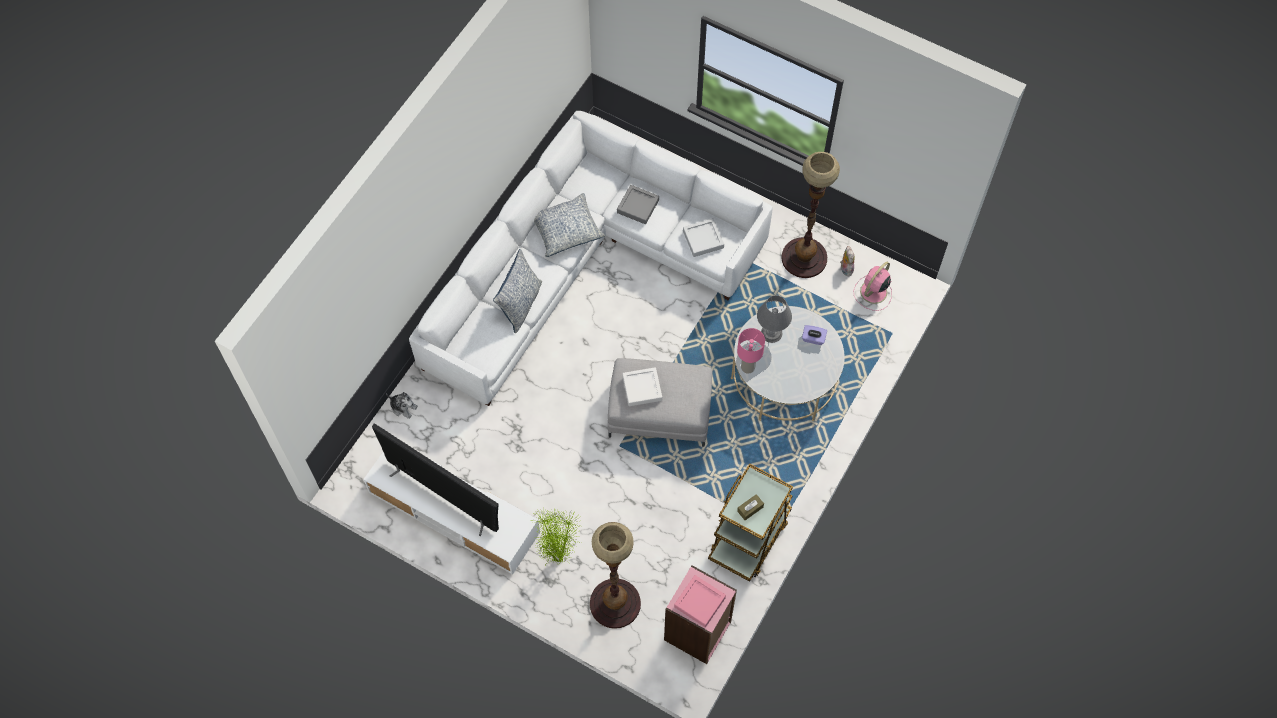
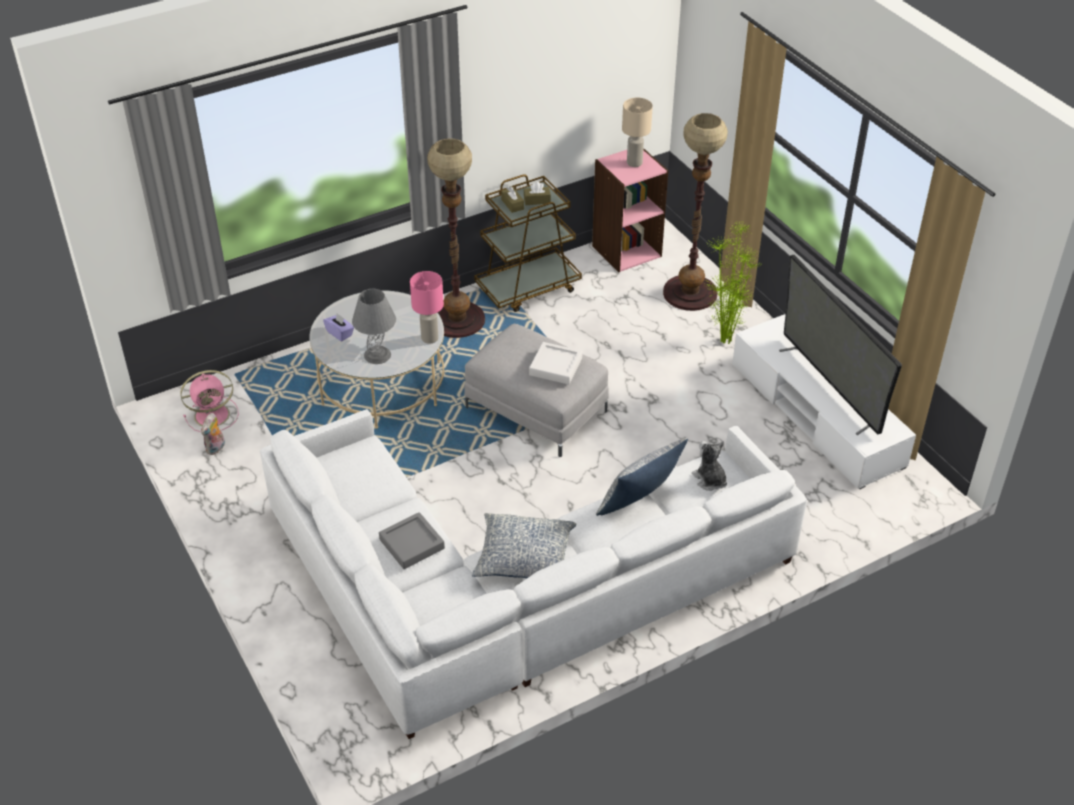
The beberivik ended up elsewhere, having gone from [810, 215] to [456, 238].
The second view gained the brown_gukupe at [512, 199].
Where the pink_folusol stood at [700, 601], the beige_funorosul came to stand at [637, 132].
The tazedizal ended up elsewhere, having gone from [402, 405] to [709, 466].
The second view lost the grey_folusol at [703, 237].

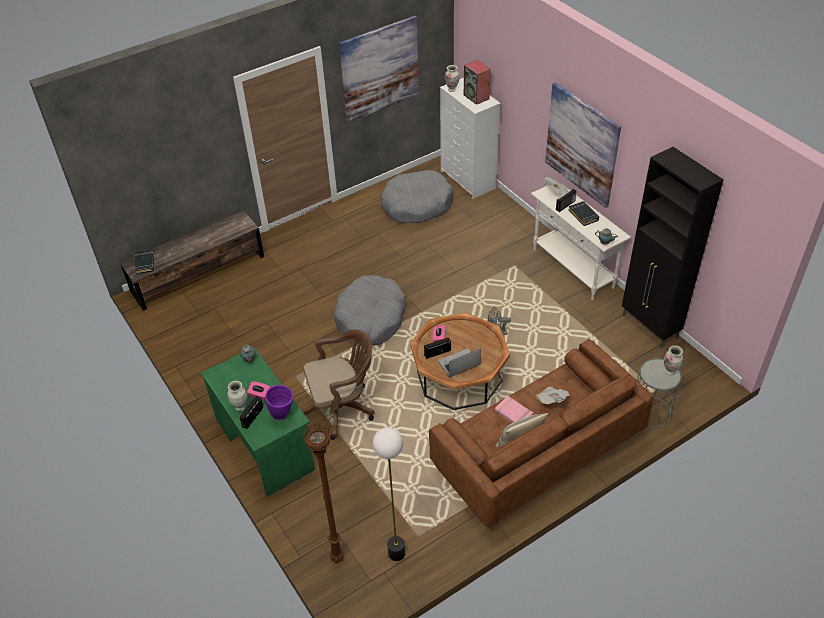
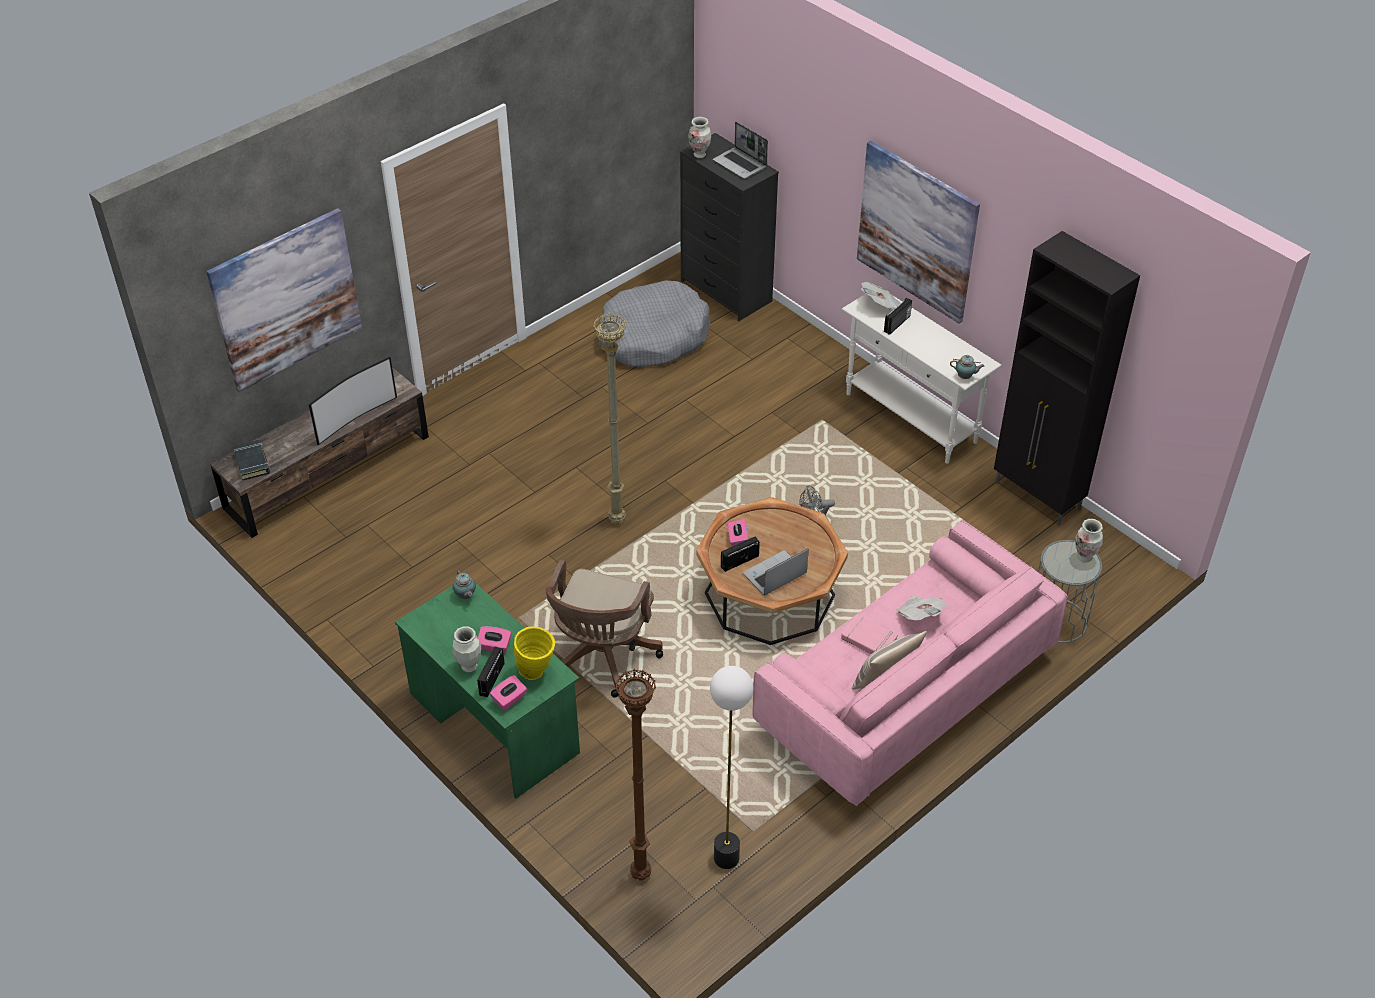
The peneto ended up elsewhere, having gone from [379, 69] to [284, 300].
The second view gained the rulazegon at [353, 401].
The second view gained the pink_gukupe at [508, 693].
What was the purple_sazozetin at [279, 402] turned into the yellow_sazozetin at [534, 653].
The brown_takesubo at [338, 384] ended up facing another way, 135 degrees clockwise from before.
Where the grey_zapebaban stood at [370, 310], the beige_beberivik came to stand at [609, 419].
What was the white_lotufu at [470, 138] turned into the black_lotufu at [729, 227].
Where the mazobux stood at [477, 82], the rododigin came to stand at [740, 150].
What was the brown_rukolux at [541, 433] turned into the pink_rukolux at [910, 663].
The second view lost the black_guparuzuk at [583, 213].

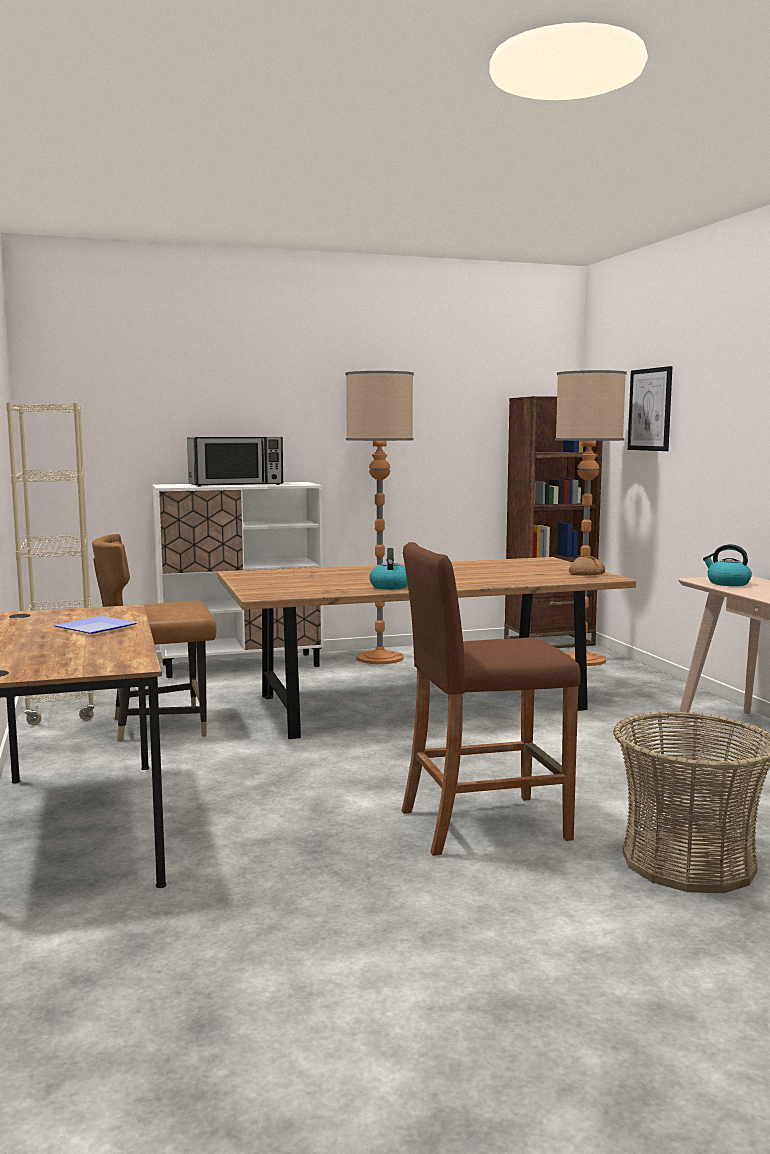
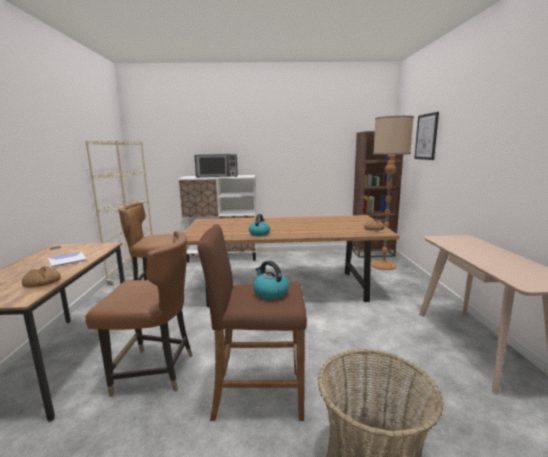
The second view gained the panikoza at [41, 276].
The second view gained the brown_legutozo at [139, 314].
The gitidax ended up elsewhere, having gone from [727, 565] to [271, 280].
The second view lost the beberivik at [379, 517].

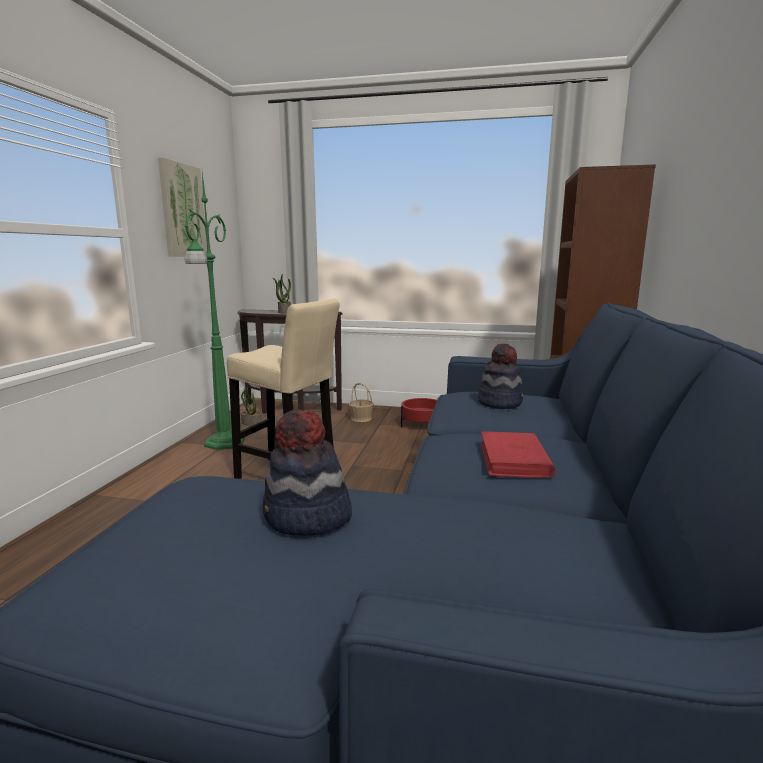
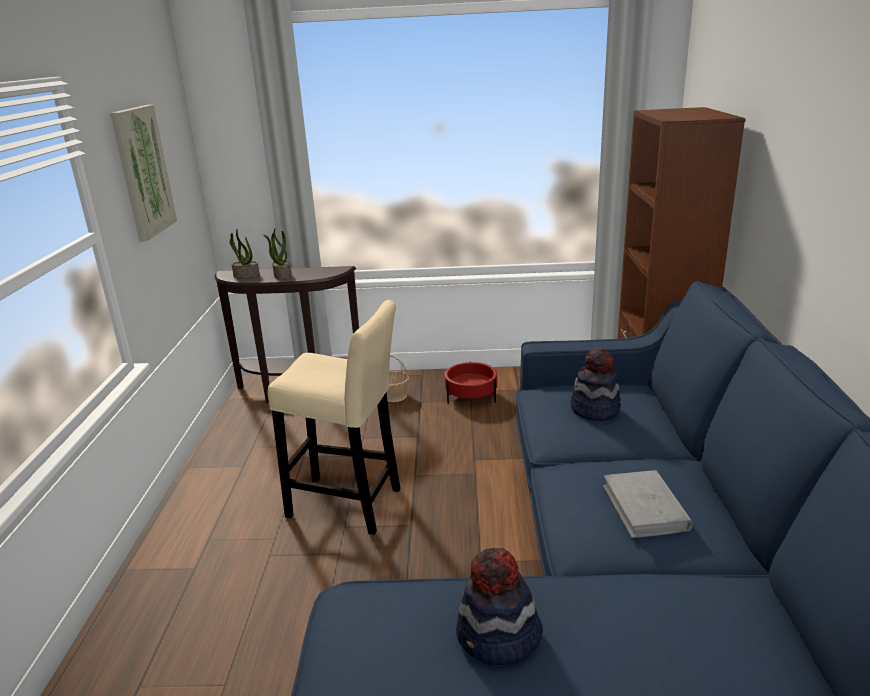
The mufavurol ended up elsewhere, having gone from [251, 406] to [245, 254].
What was the red_guparuzuk at [518, 455] turned into the grey_guparuzuk at [648, 504].
The second view lost the green_beberivik at [215, 311].

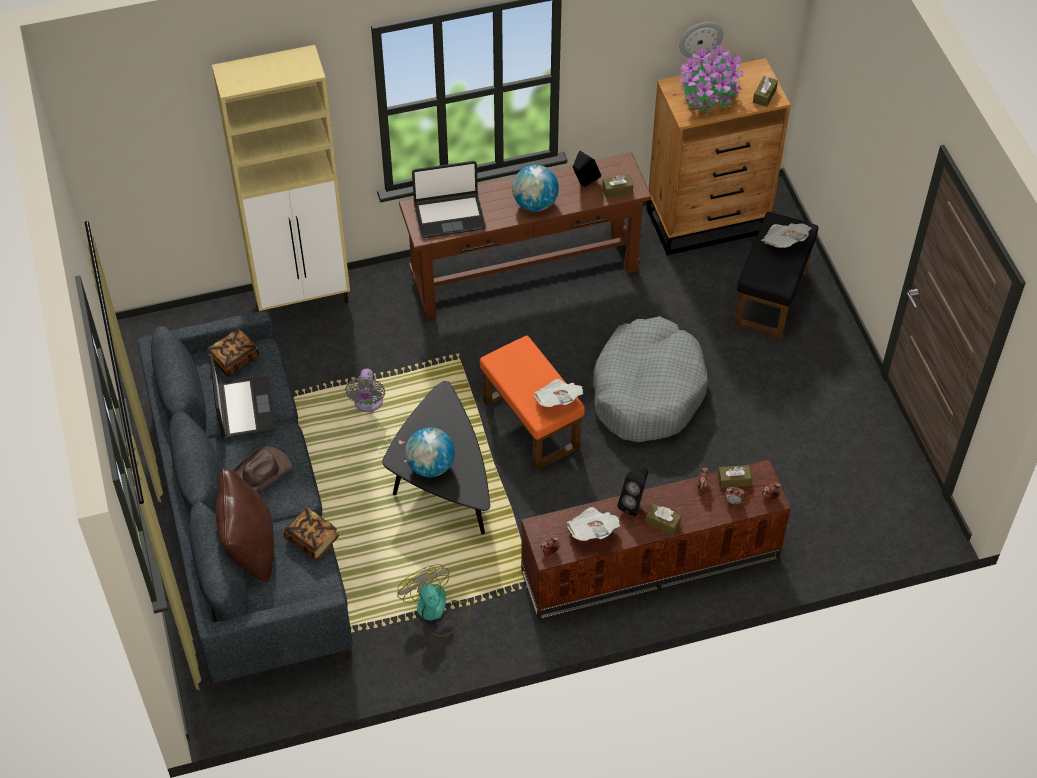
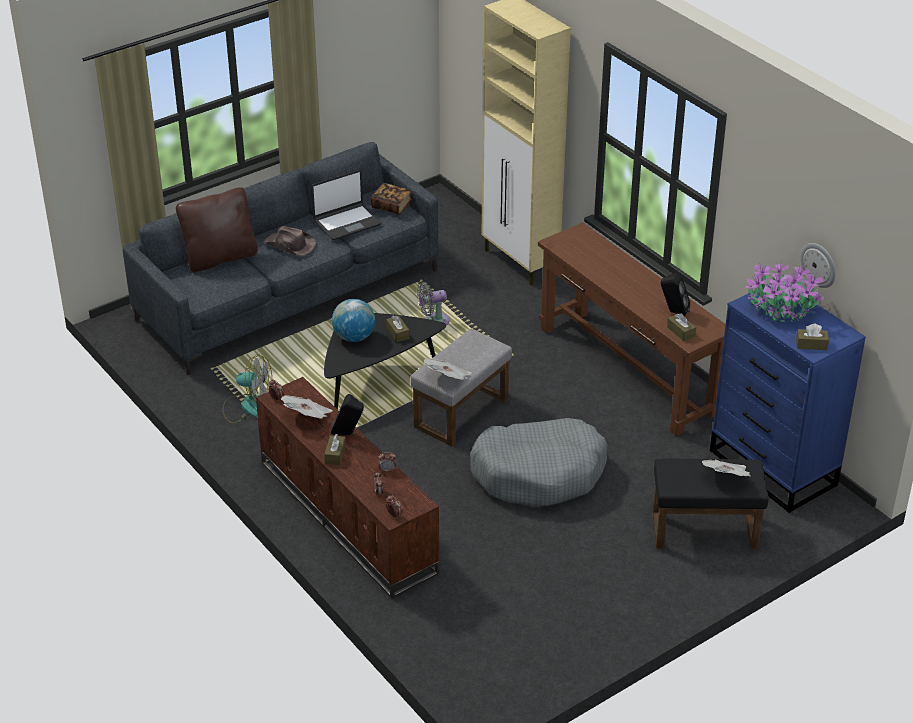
The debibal at [434, 600] ended up facing another way, 60 degrees clockwise from before.
The brown_gukupe ended up elsewhere, having gone from [735, 476] to [397, 329].
What was the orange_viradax at [532, 403] turned into the grey_viradax at [461, 388].
What was the brown_lotufu at [718, 156] turned into the blue_lotufu at [788, 398].
The second view lost the guparuzuk at [311, 533].
The second view lost the rododigin at [449, 199].
The second view lost the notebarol at [535, 188].

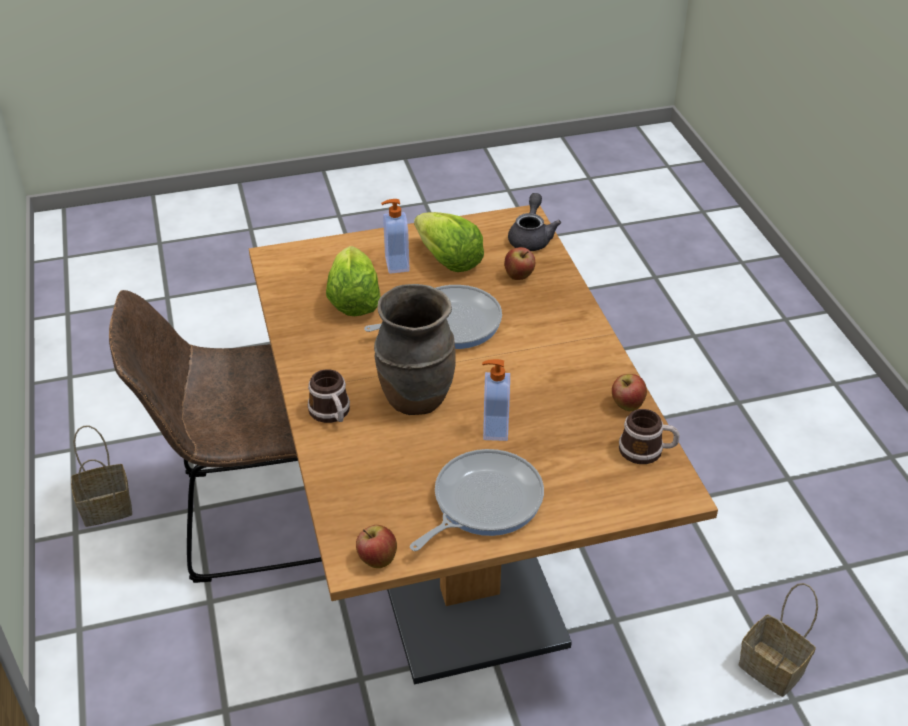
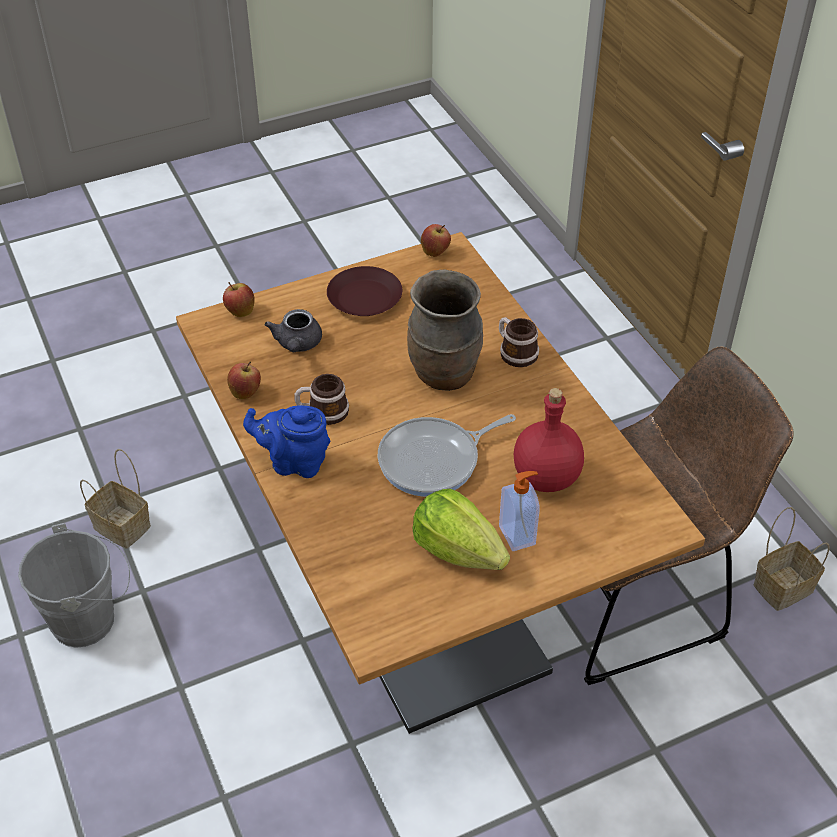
The second view gained the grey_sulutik at [74, 585].
The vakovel ended up elsewhere, having gone from [519, 263] to [239, 299].
The second view gained the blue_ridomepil at [287, 441].
The grey_ridomepil ended up elsewhere, having gone from [534, 222] to [293, 330].
The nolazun ended up elsewhere, having gone from [649, 436] to [322, 399].
Where the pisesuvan stood at [477, 500], the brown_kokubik came to stand at [364, 291].
Where the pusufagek stood at [353, 281], the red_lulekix came to stand at [549, 440].
The second view lost the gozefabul at [496, 400].

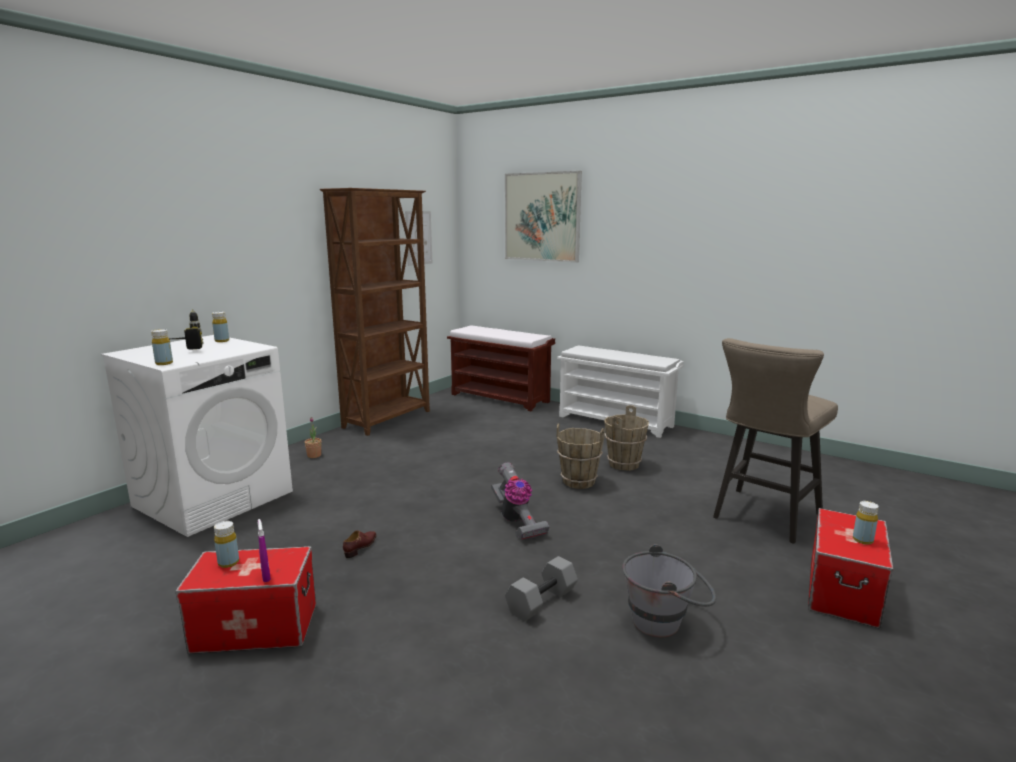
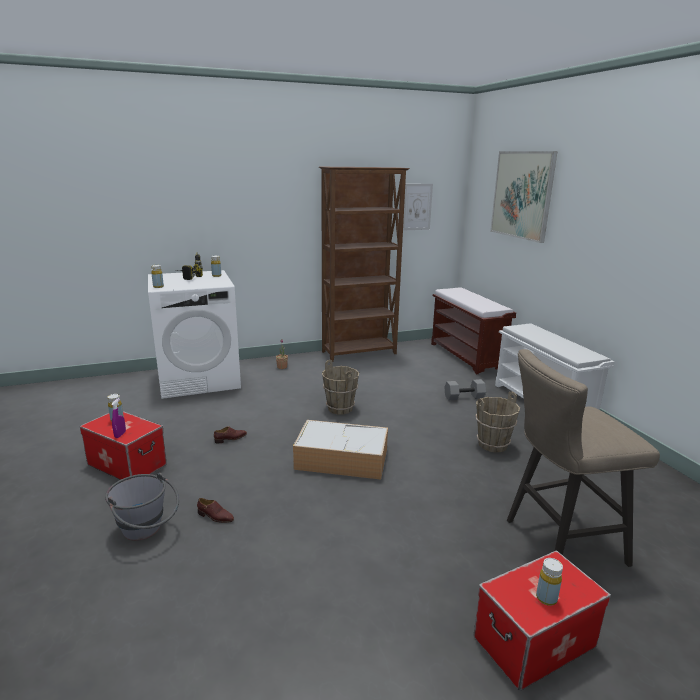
The grey_sulutik ended up elsewhere, having gone from [669, 590] to [142, 507].
The second view gained the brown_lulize at [215, 510].
Where the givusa stood at [520, 501], the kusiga came to stand at [340, 450].
The brown_sulutik ended up elsewhere, having gone from [581, 456] to [340, 387].
The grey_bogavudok ended up elsewhere, having gone from [541, 589] to [465, 389].

